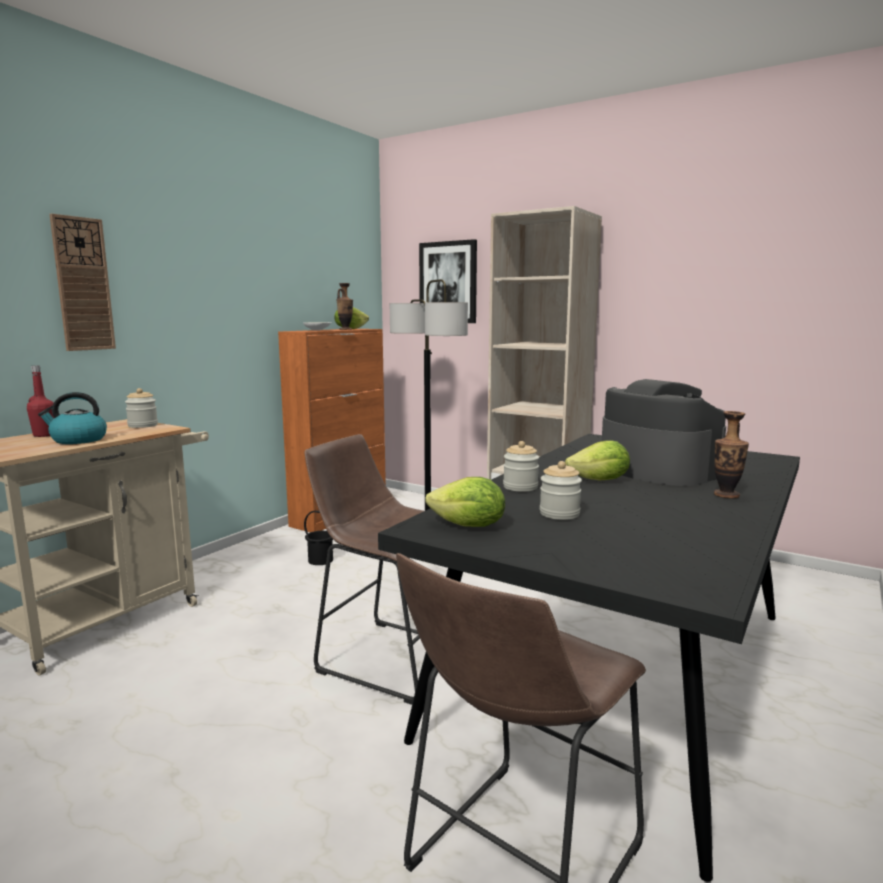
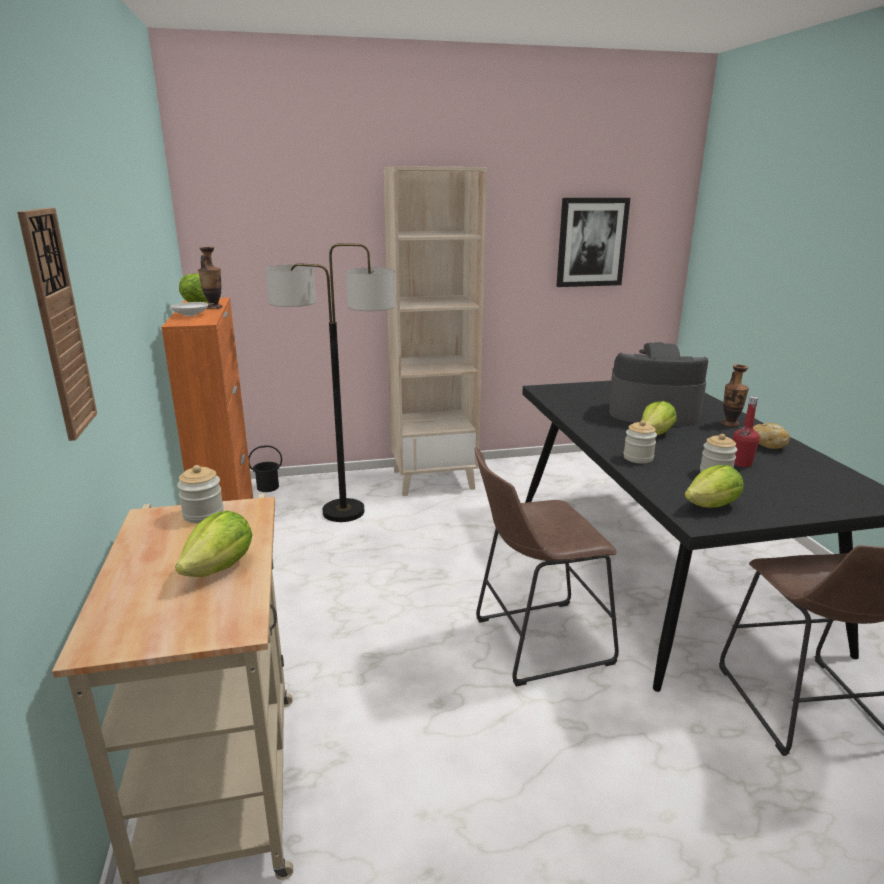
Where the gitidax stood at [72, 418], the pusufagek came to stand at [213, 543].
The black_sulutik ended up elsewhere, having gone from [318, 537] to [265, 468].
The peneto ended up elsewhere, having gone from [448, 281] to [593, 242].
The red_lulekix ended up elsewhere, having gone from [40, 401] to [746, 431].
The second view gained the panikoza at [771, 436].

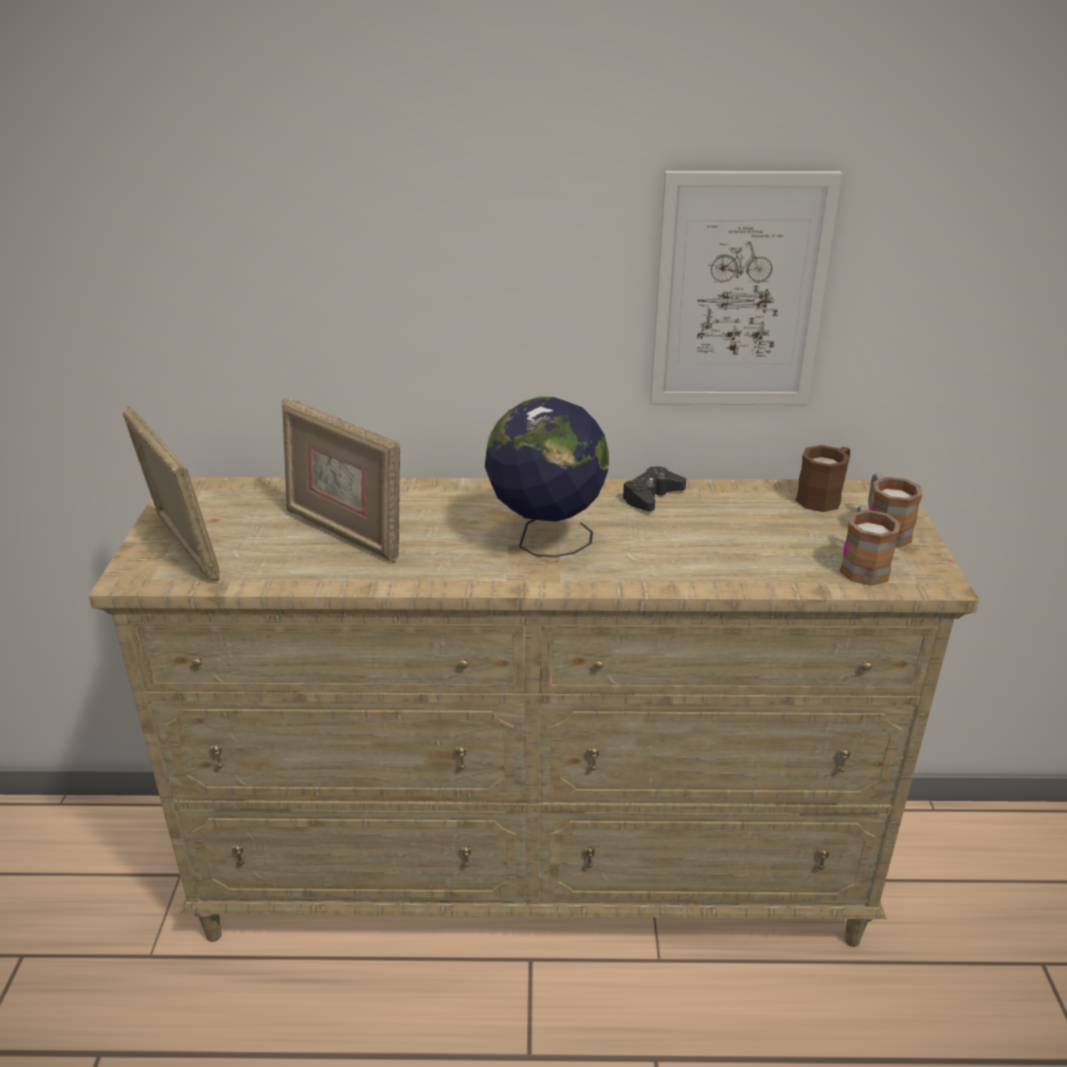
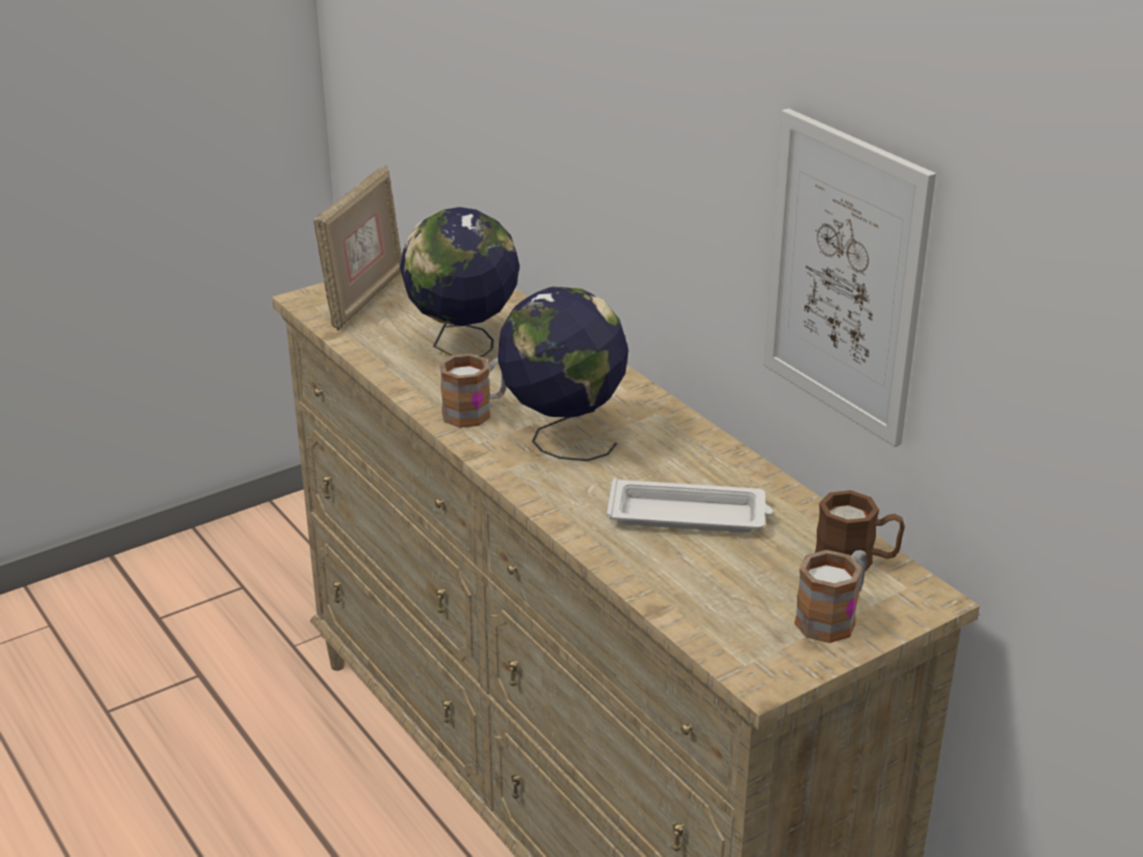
Where the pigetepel stood at [341, 480], the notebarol came to stand at [460, 282].
The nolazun ended up elsewhere, having gone from [870, 545] to [473, 390].
The second view gained the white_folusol at [689, 505].
The second view lost the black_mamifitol at [654, 488].

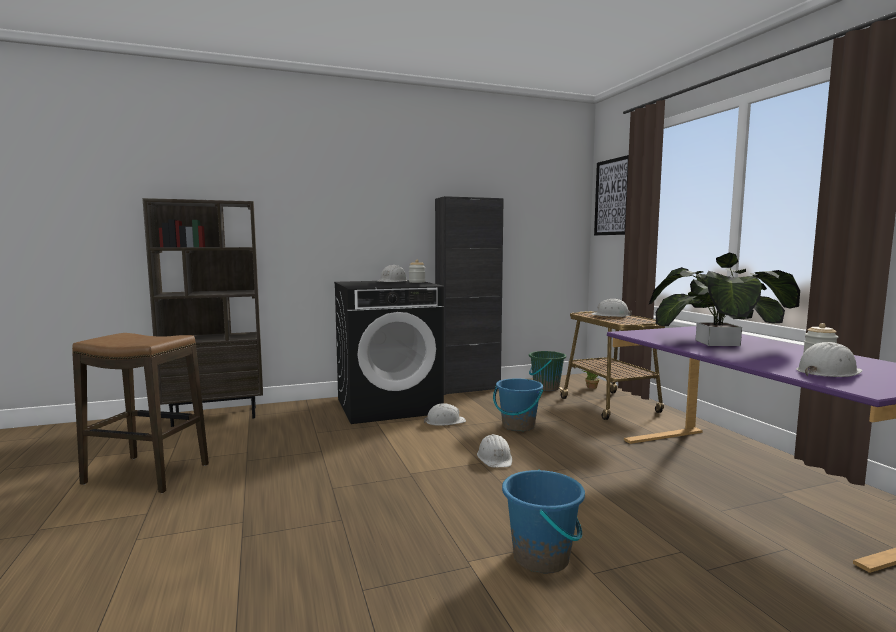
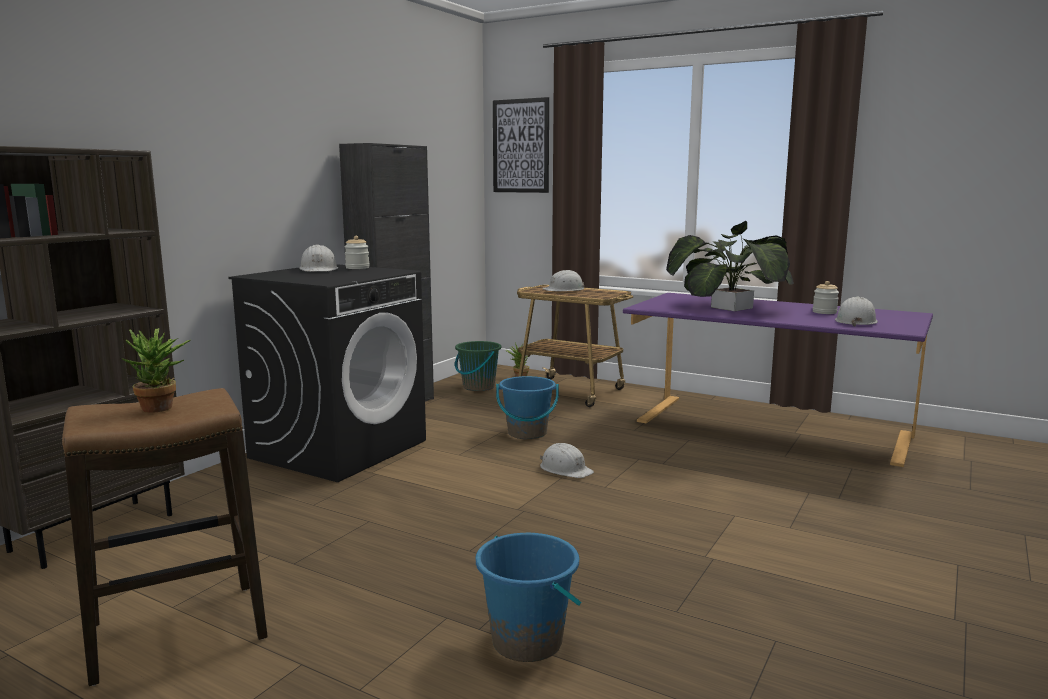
The second view gained the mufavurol at [156, 370].
The blue_sulutik ended up elsewhere, having gone from [543, 522] to [529, 597].
The second view lost the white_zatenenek at [445, 414].

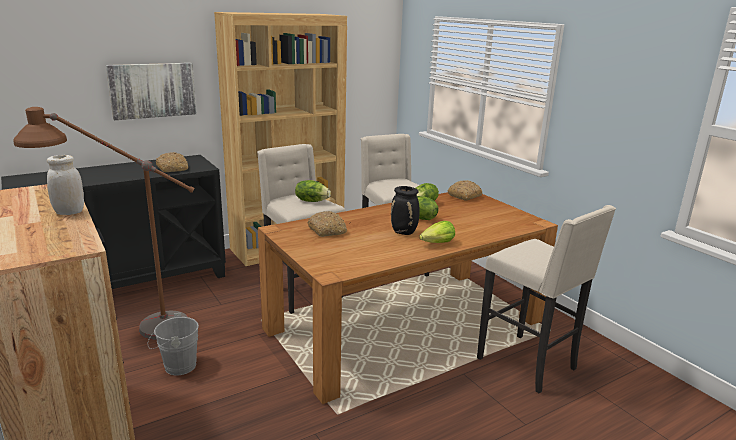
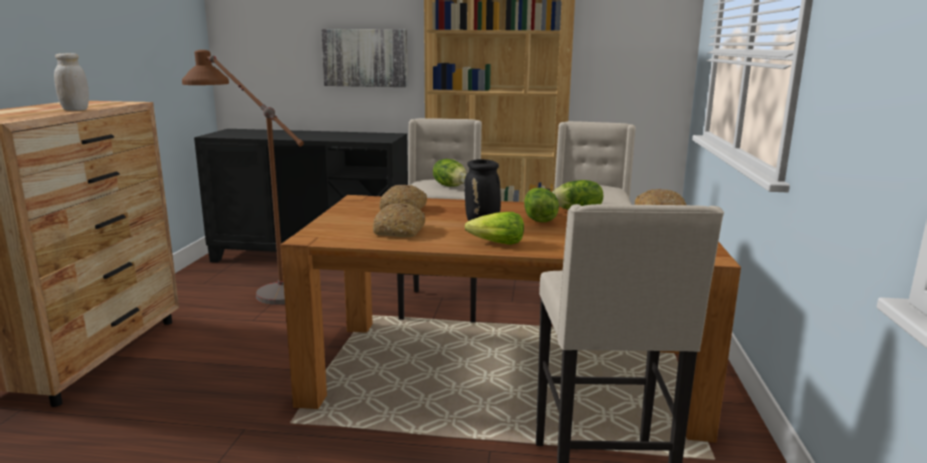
The panikoza ended up elsewhere, having gone from [172, 162] to [399, 220].
The second view lost the grey_sulutik at [173, 344].

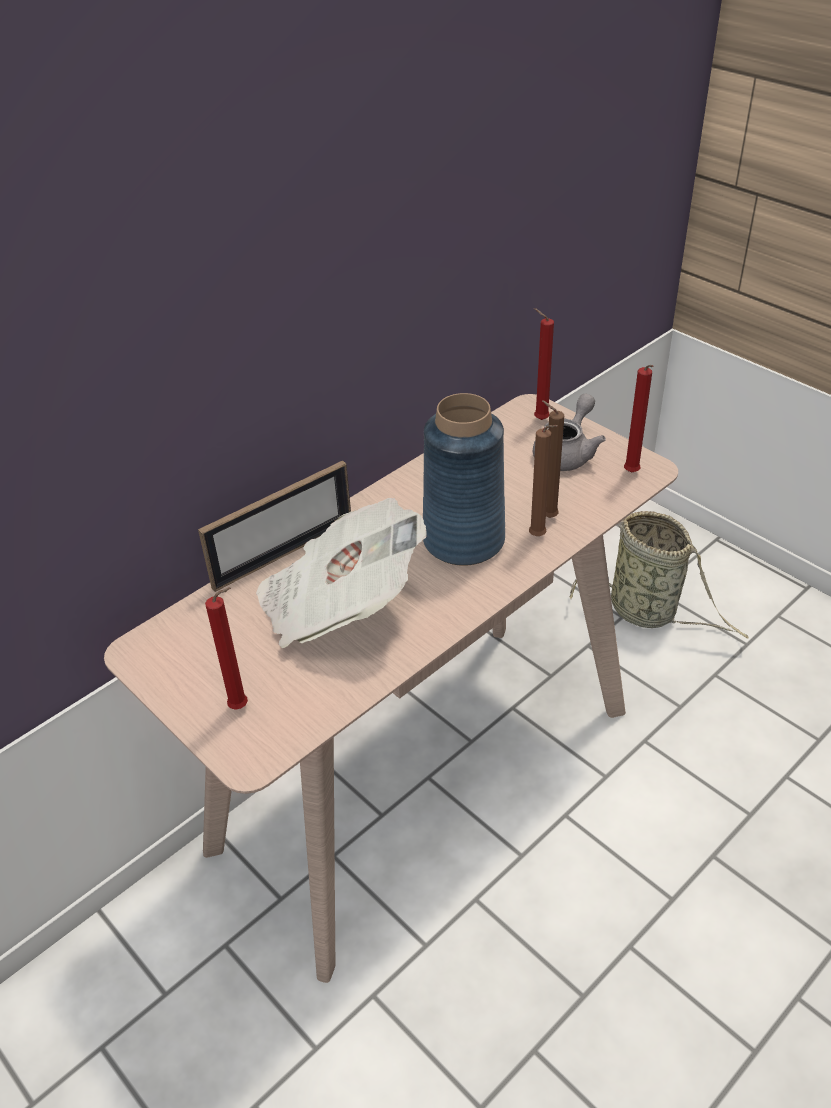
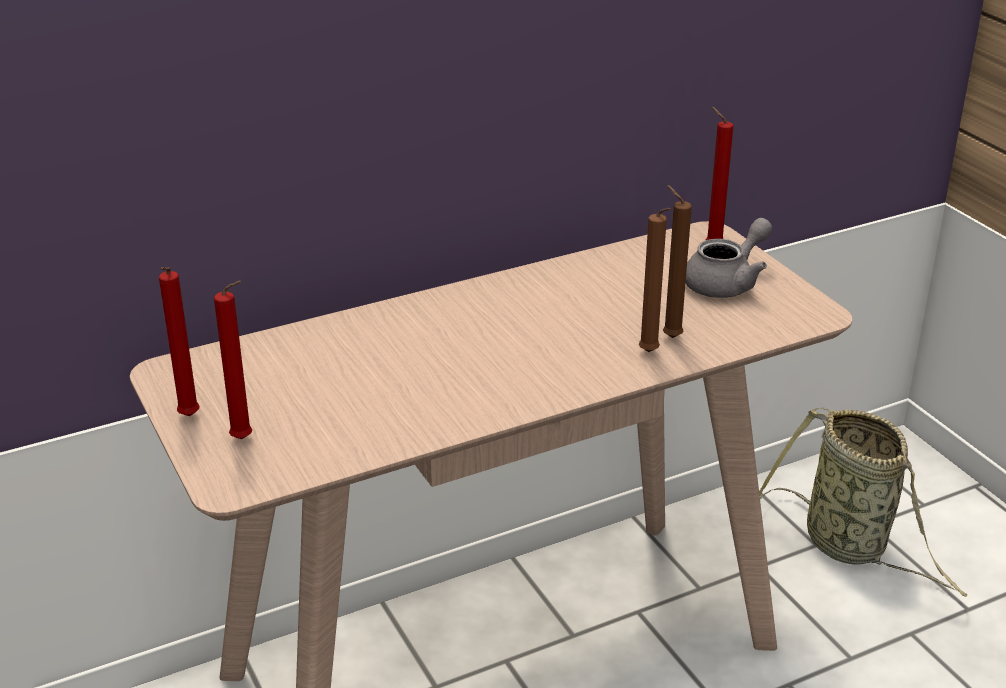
The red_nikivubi ended up elsewhere, having gone from [639, 419] to [179, 341].
The second view lost the pigetepel at [274, 526].
The second view lost the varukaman at [341, 573].
The second view lost the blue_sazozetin at [464, 479].

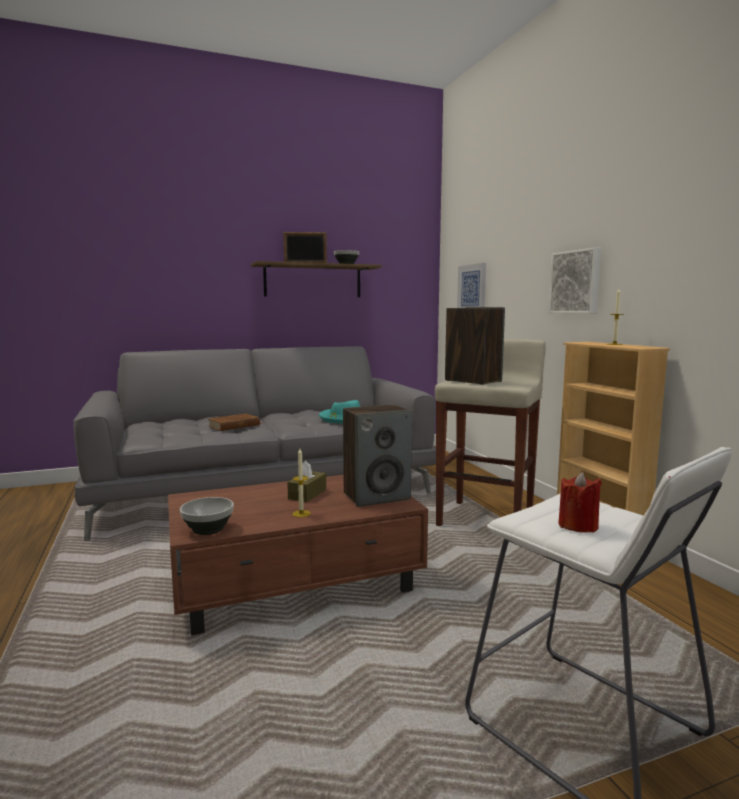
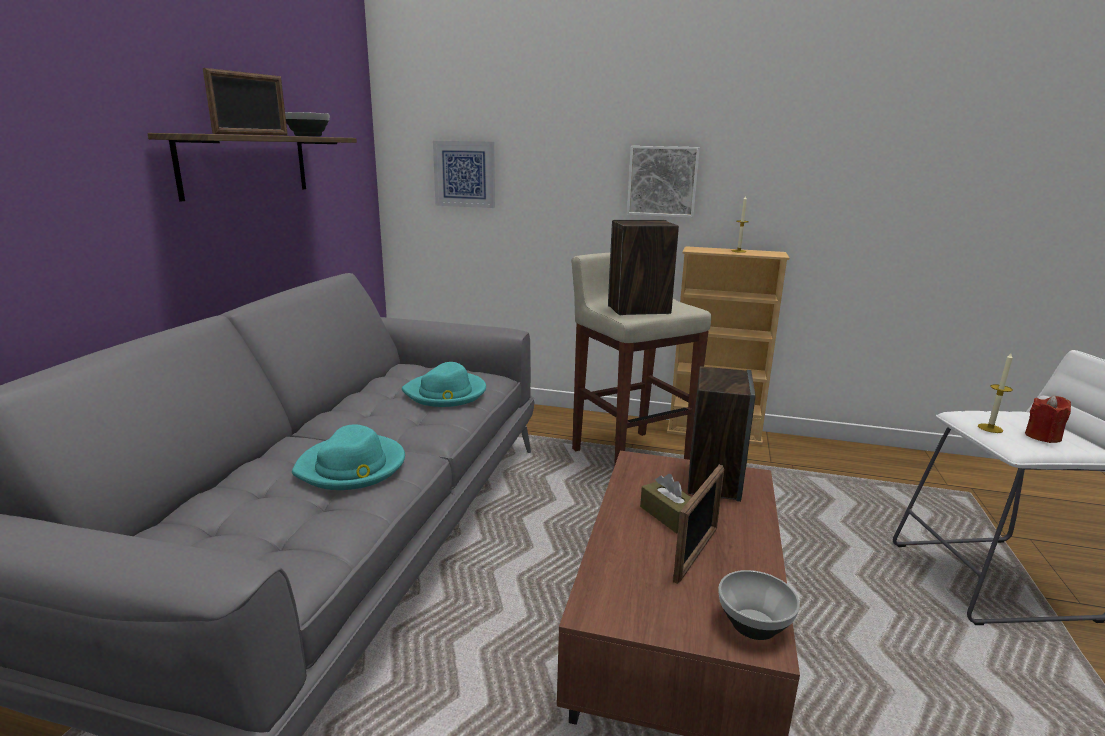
Where the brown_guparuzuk stood at [234, 422], the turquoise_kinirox came to stand at [348, 457].
The second view gained the pigetepel at [698, 524].
The nikivubi ended up elsewhere, having gone from [301, 483] to [995, 393].

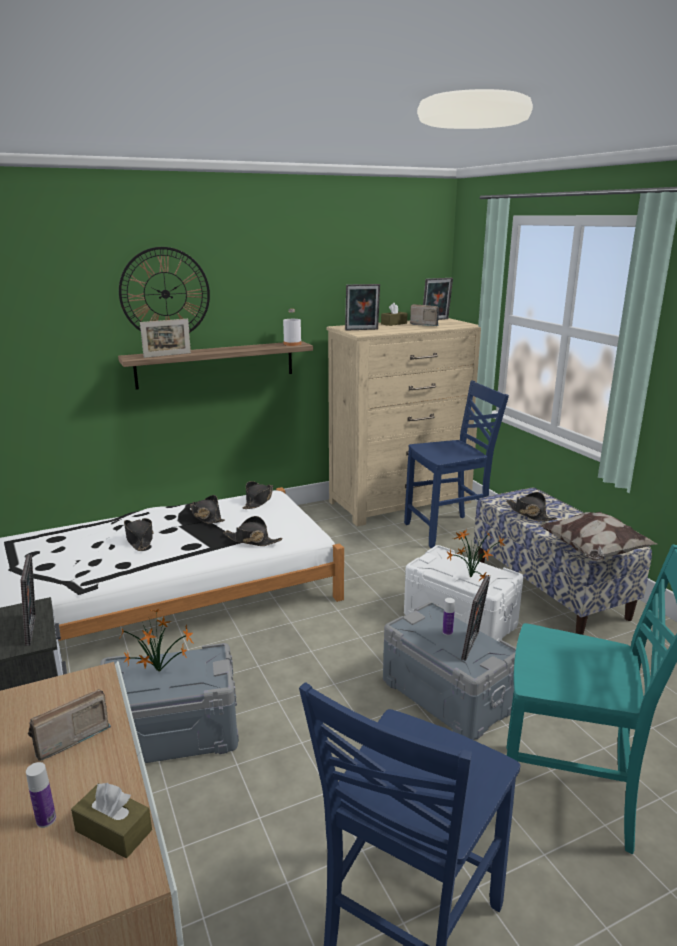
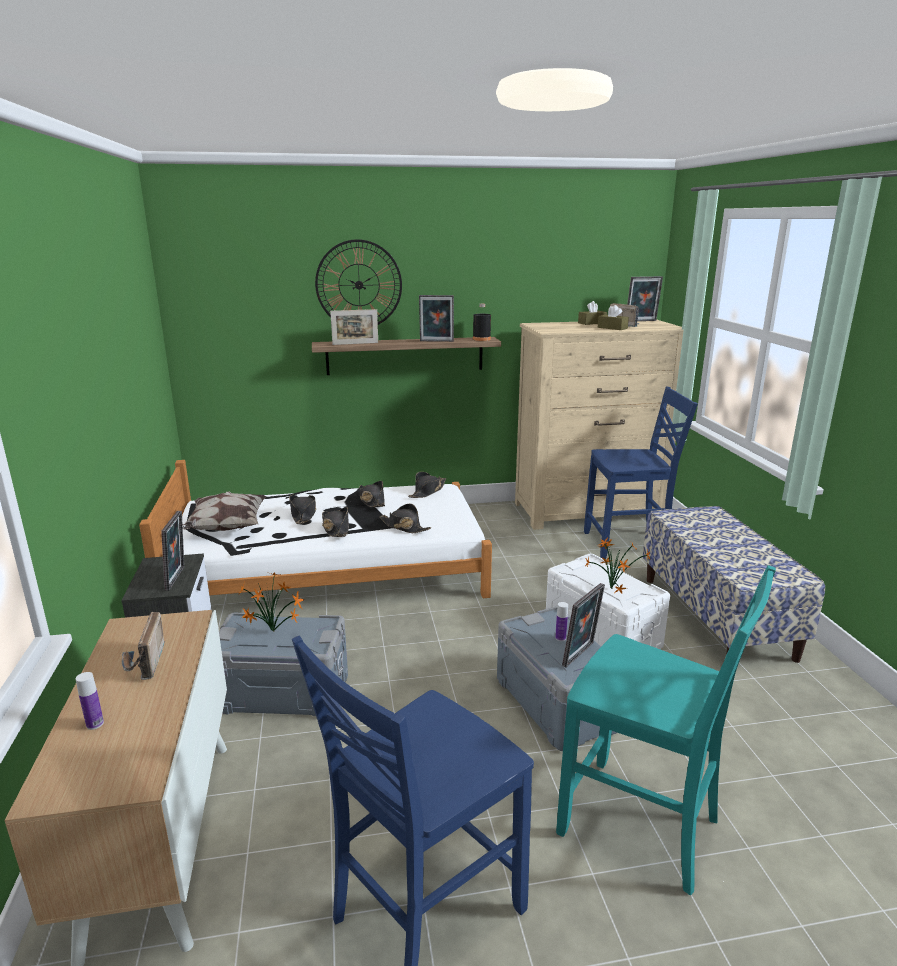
The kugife at [69, 725] ended up facing another way, 75 degrees counterclockwise from before.
The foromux ended up elsewhere, having gone from [599, 536] to [224, 511].
The black_kinirox ended up elsewhere, having gone from [532, 506] to [335, 522].
The pigetepel ended up elsewhere, having gone from [362, 307] to [436, 318].
What was the white_lulekix at [292, 327] turned into the black_lulekix at [482, 322].
The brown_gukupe ended up elsewhere, having gone from [111, 820] to [613, 317].

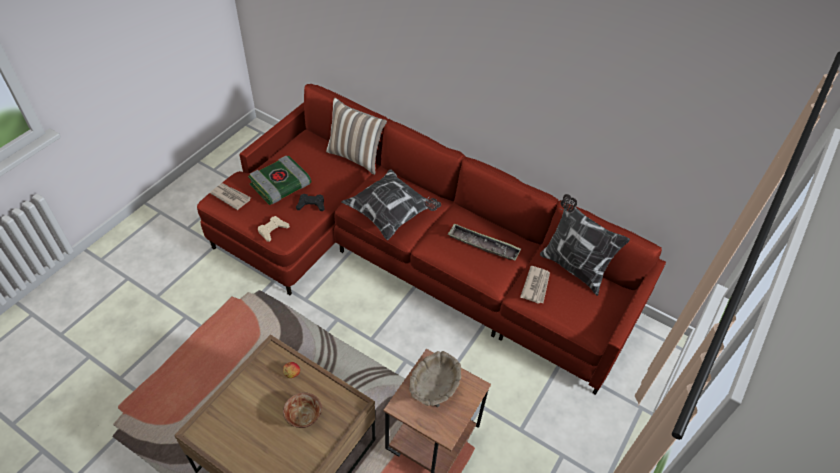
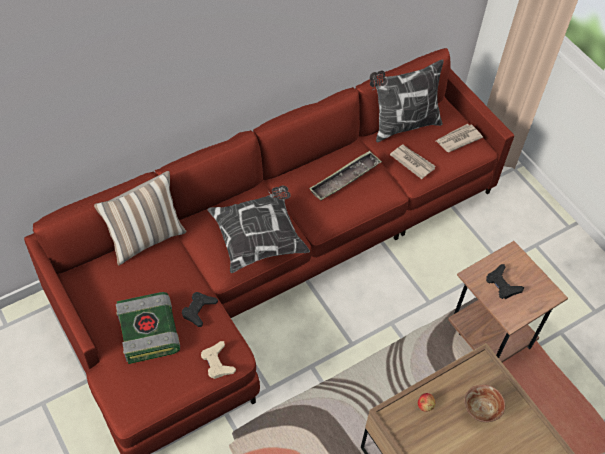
The varukaman ended up elsewhere, having gone from [230, 196] to [459, 138].
Where the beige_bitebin stood at [435, 379], the black_mamifitol came to stand at [505, 281].

